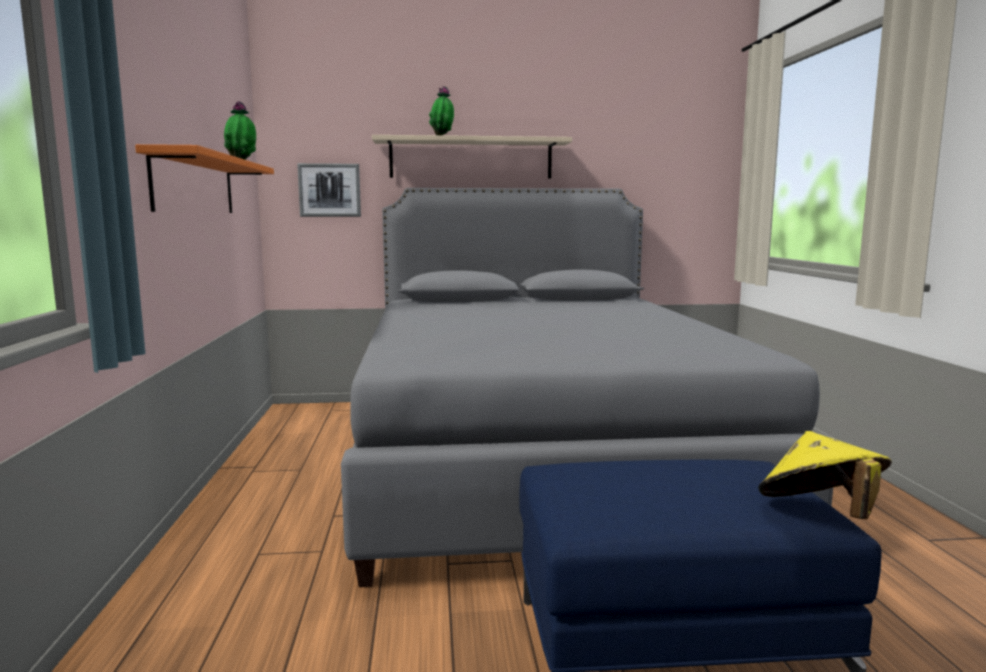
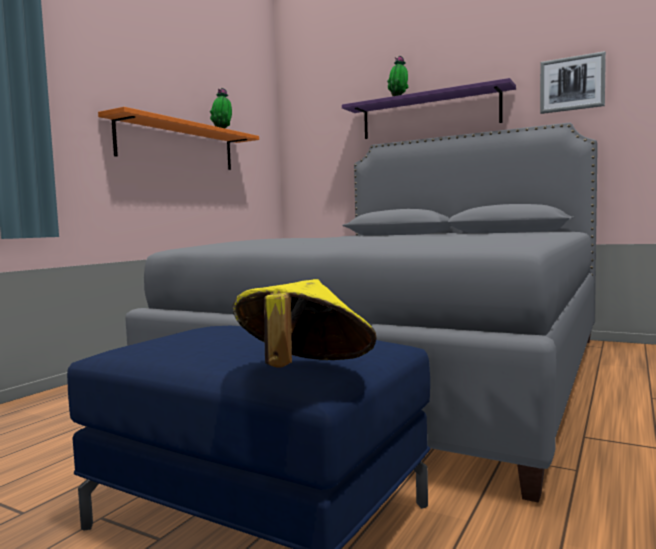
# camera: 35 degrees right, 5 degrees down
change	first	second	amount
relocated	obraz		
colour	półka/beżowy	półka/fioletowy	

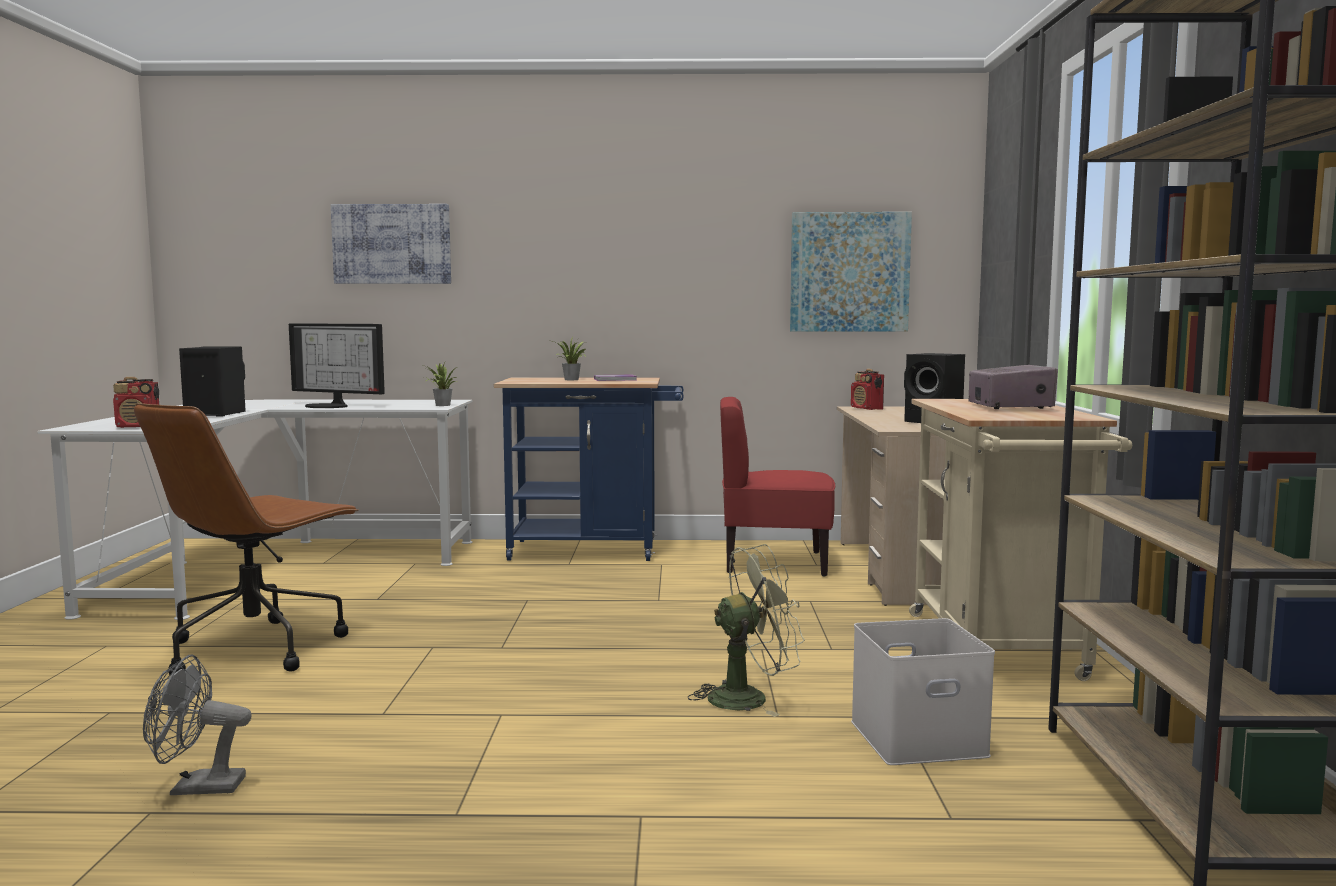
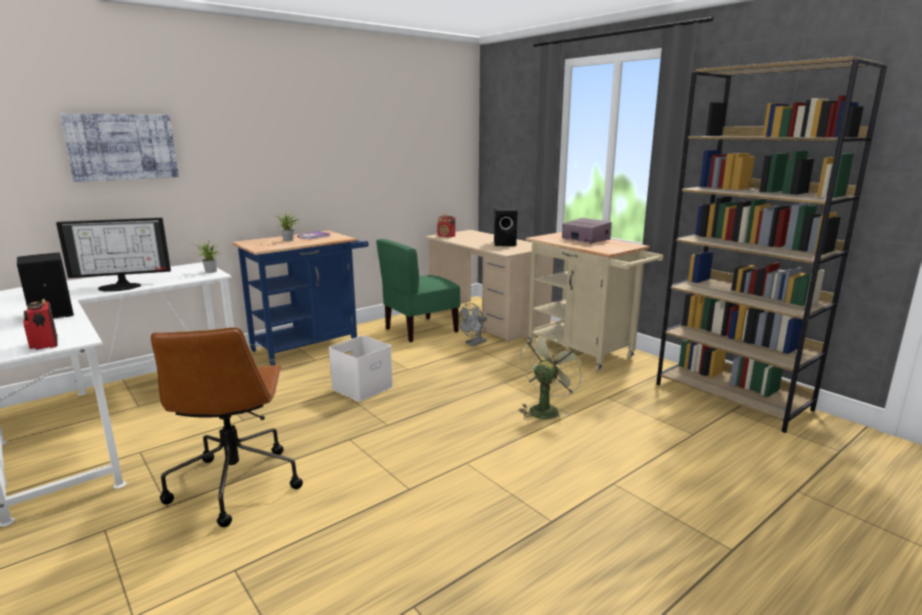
# camera: 40 degrees left, 10 degrees up
change	first	second	amount
missing	obraz (no. 2 from left)		
relocated	wentylator/szary		
relocated	pojemnik do przechowywania/biały		
colour	krzesło/czerwony	krzesło/zielony	
spun	radio (no. 1 from left)		105 degrees clockwise

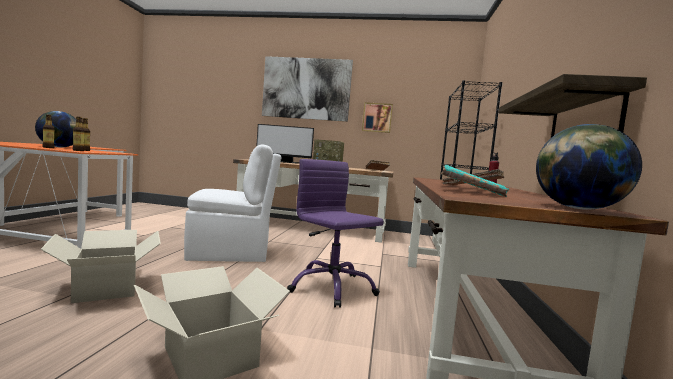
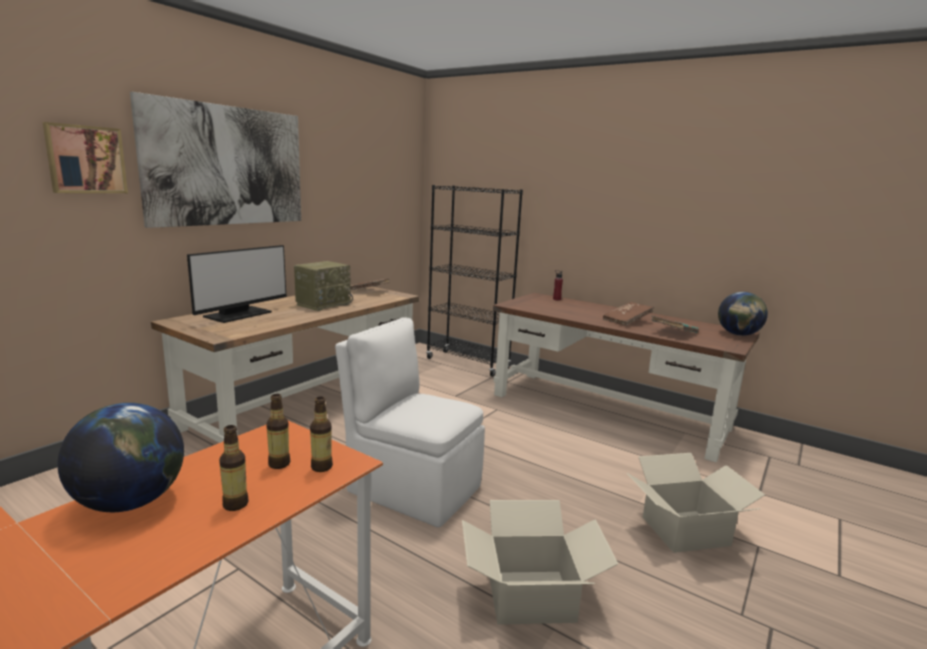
# camera: 65 degrees left, 10 degrees up
change	first	second	amount
missing	krzesło biurowe/fioletowy		
missing	półka		
relocated	obraz (no. 2 from left in the first image)	obraz (no. 1 from left)	
spun	krzesło/biały		75 degrees counterclockwise

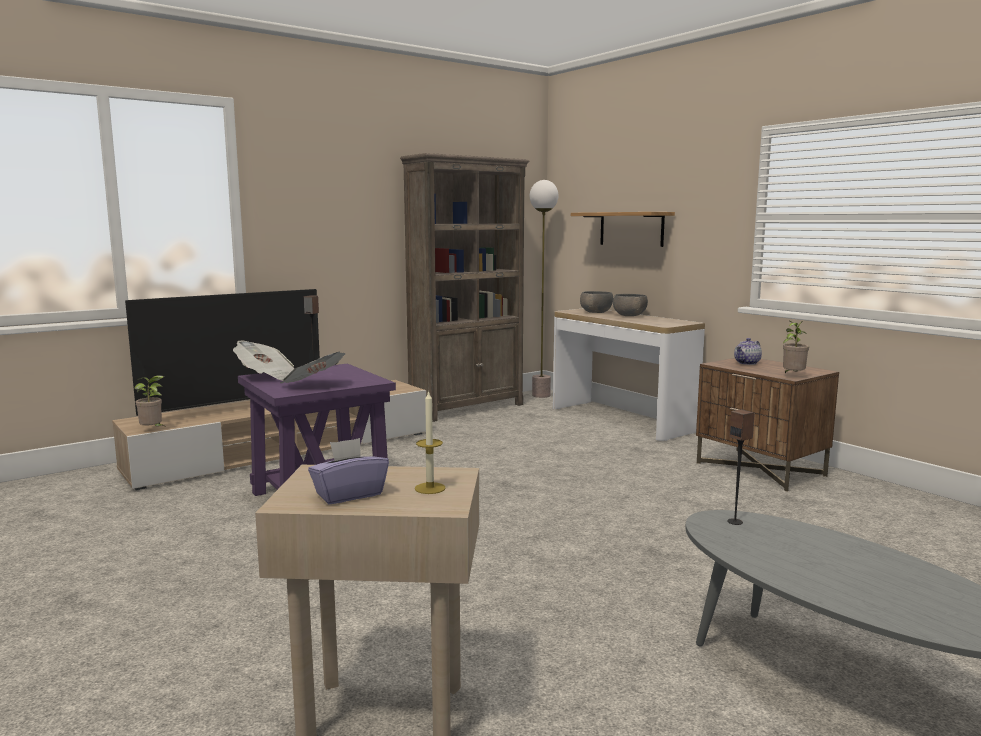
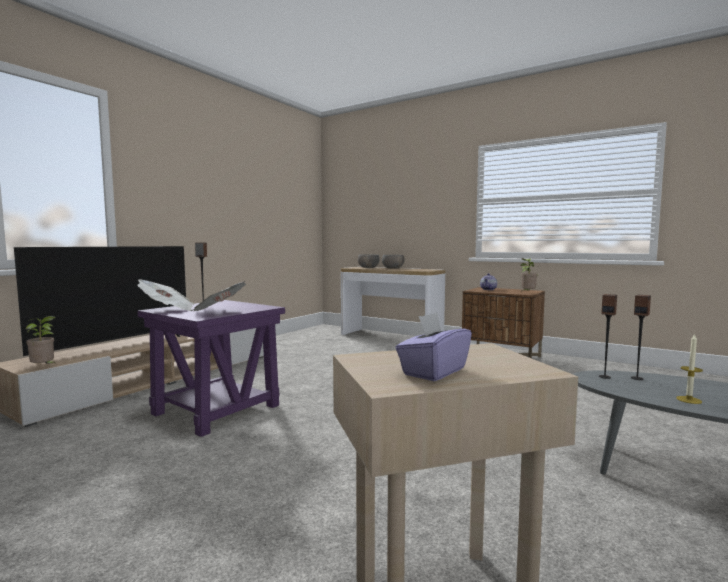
# camera: 20 degrees left, 5 degrees down
change	first	second	amount
missing	regał/brązowy		
missing	lampa stojąca		
missing	półka		
appeared		głośnik (no. 3 from left)	
relocated	świeca		

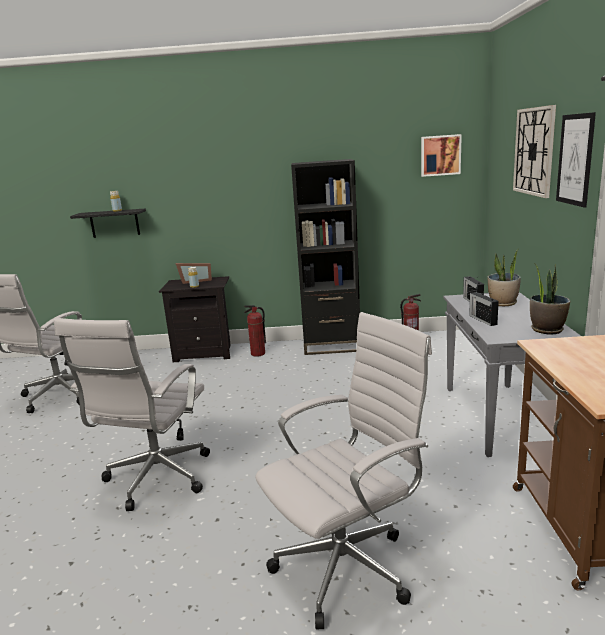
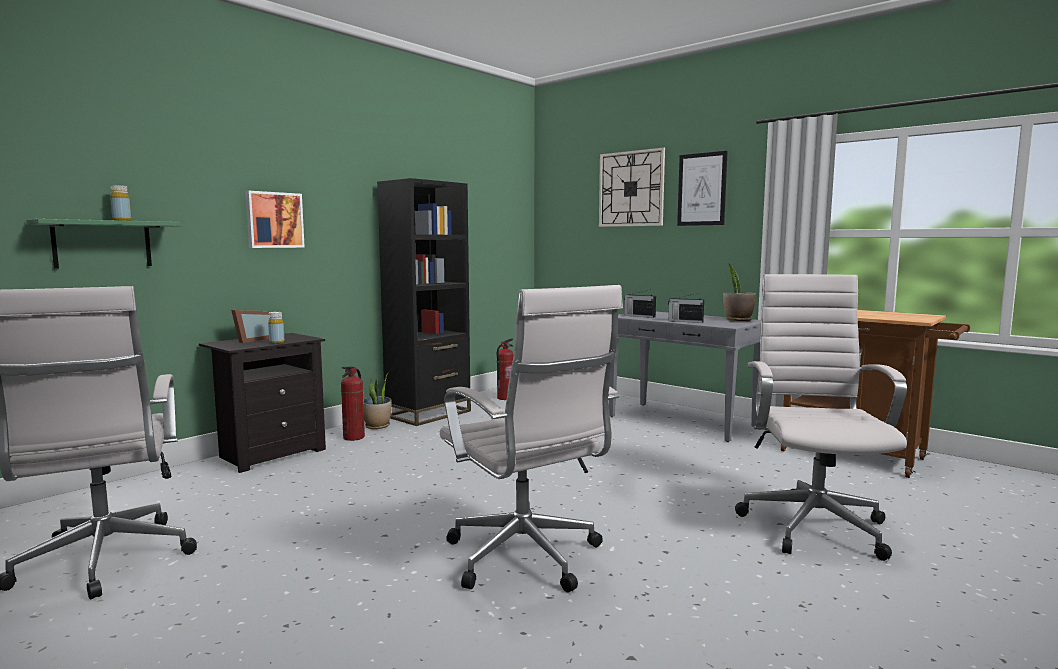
# camera: 50 degrees left, 10 degrees down
change	first	second	amount
relocated	obraz (no. 1 from left)		
relocated	roślina doniczkowa (no. 1 from left)		
colour	półka/czarny	półka/zielony	

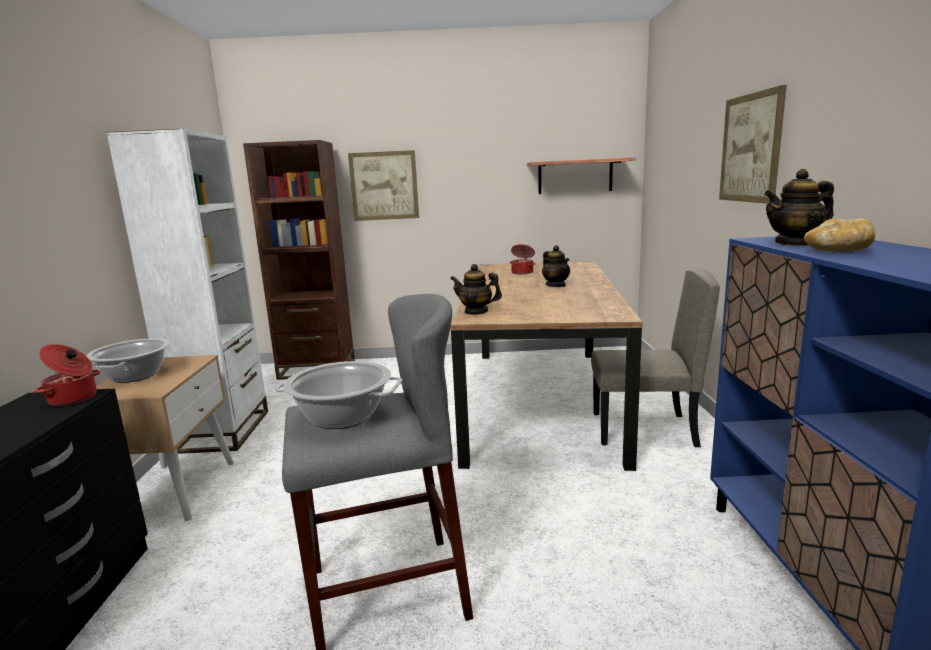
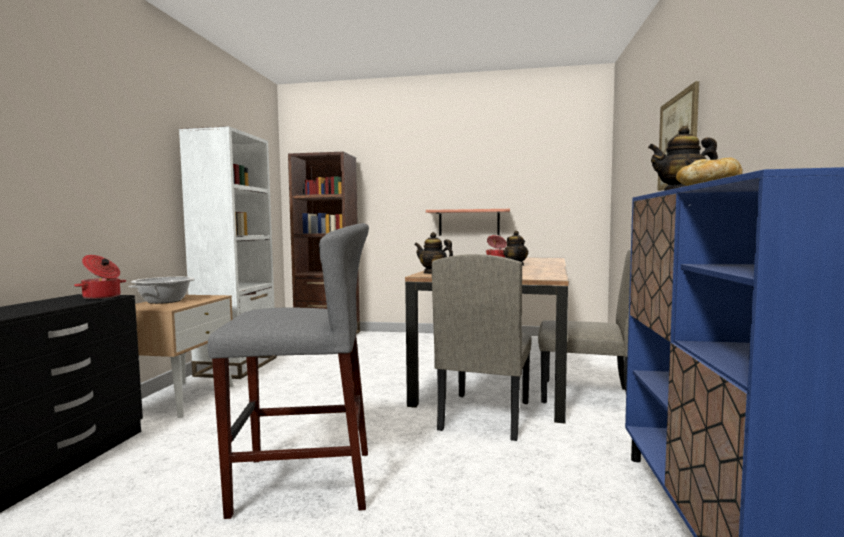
# camera: 10 degrees right, 10 degrees down
change	first	second	amount
missing	garnek (no. 3 from left)		
missing	obraz (no. 1 from left)		
appeared		krzesło/beżowy (no. 1 from left)	
relocated	półka		

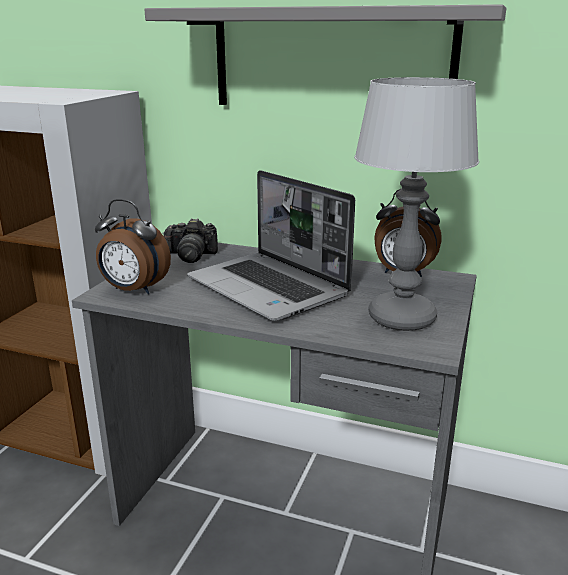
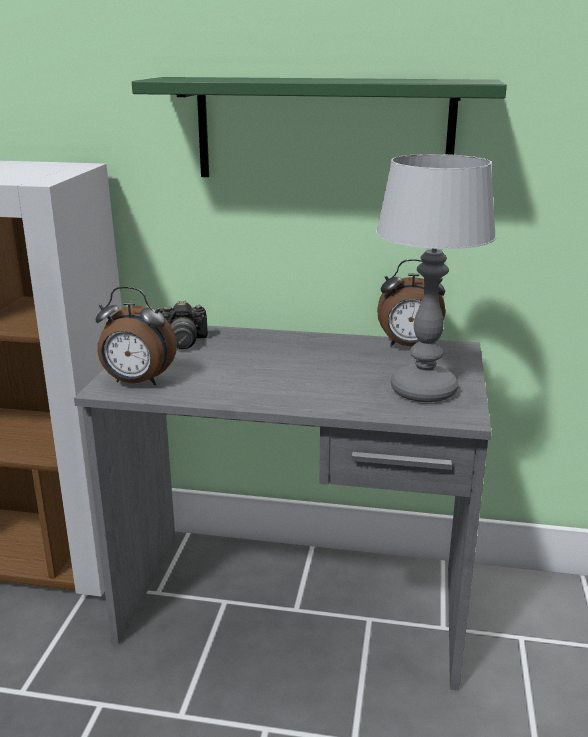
# camera: 10 degrees left, 0 degrees up
change	first	second	amount
missing	laptop		
colour	półka/szary	półka/zielony	

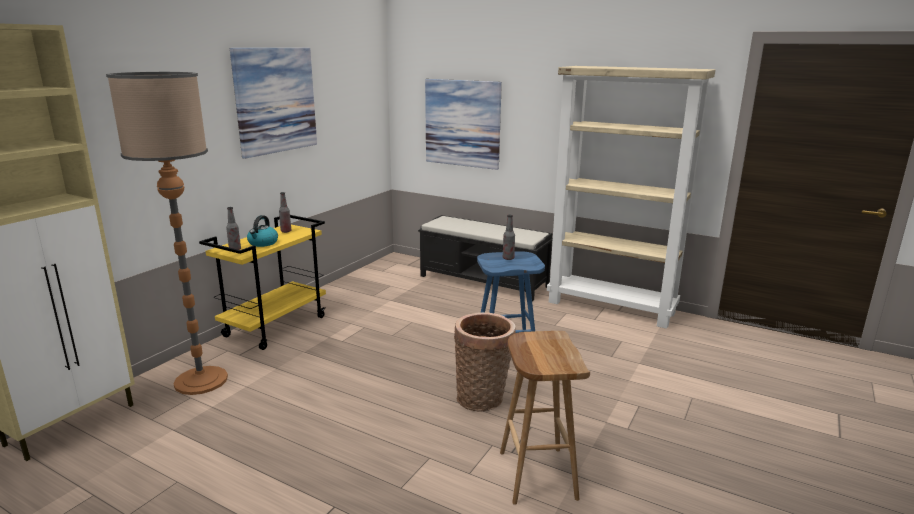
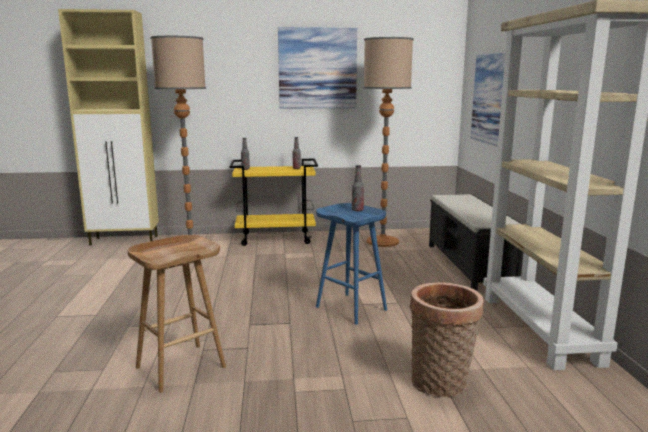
# camera: 55 degrees right, 5 degrees down
change	first	second	amount
missing	czajnik		
appeared		lampa stojąca (no. 2 from left)	
relocated	koszyk		

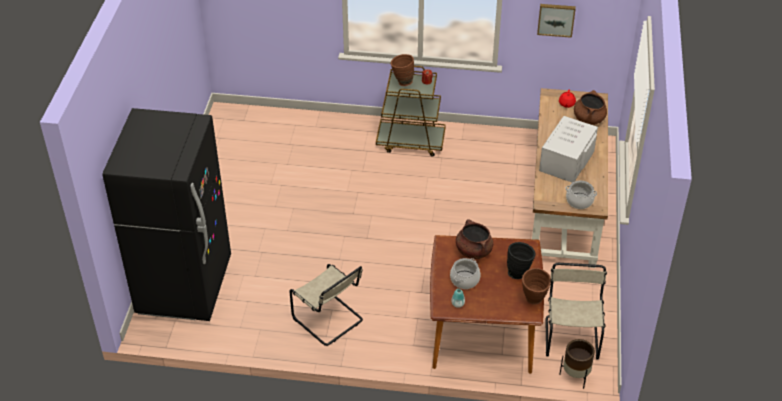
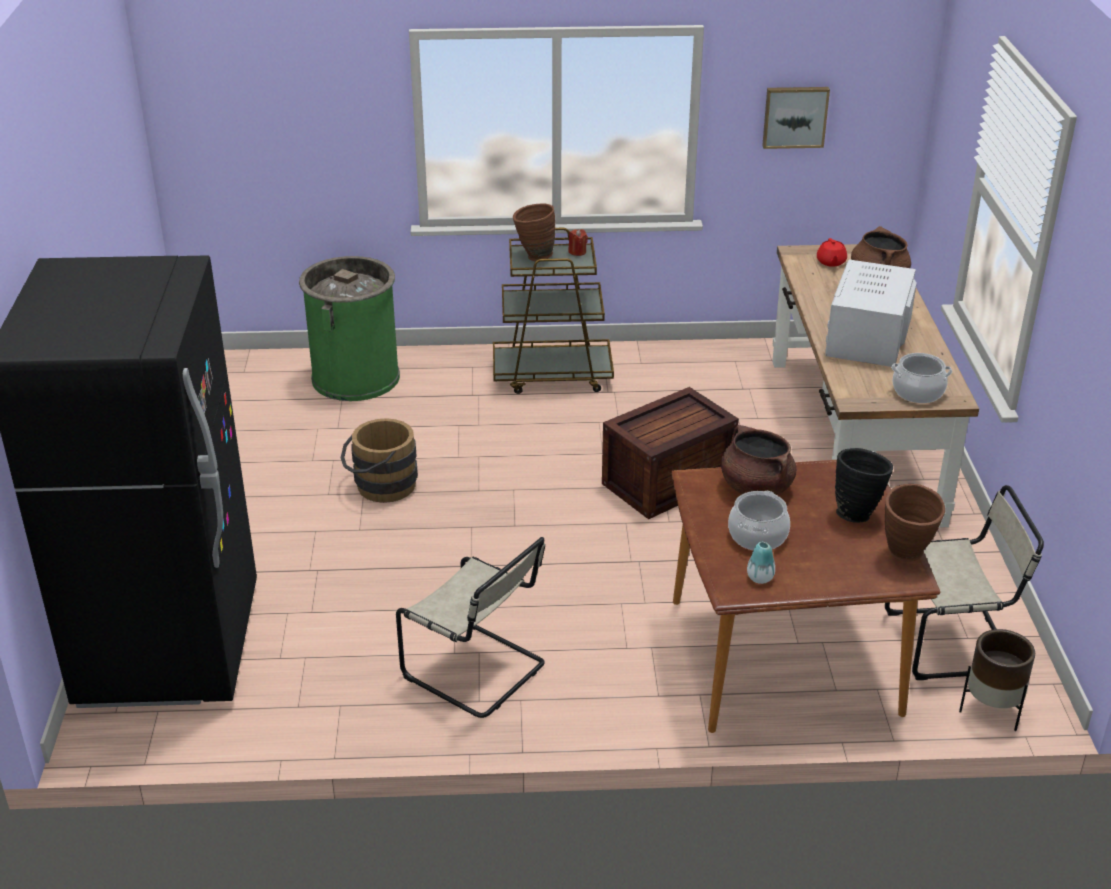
# camera: 10 degrees left, 10 degrees down
change	first	second	amount
appeared		kosz na śmieci/zielony	
appeared		wiadro/brązowy	
appeared		skrzynka	
spun	krzesło/beżowy (no. 2 from left)		90 degrees clockwise

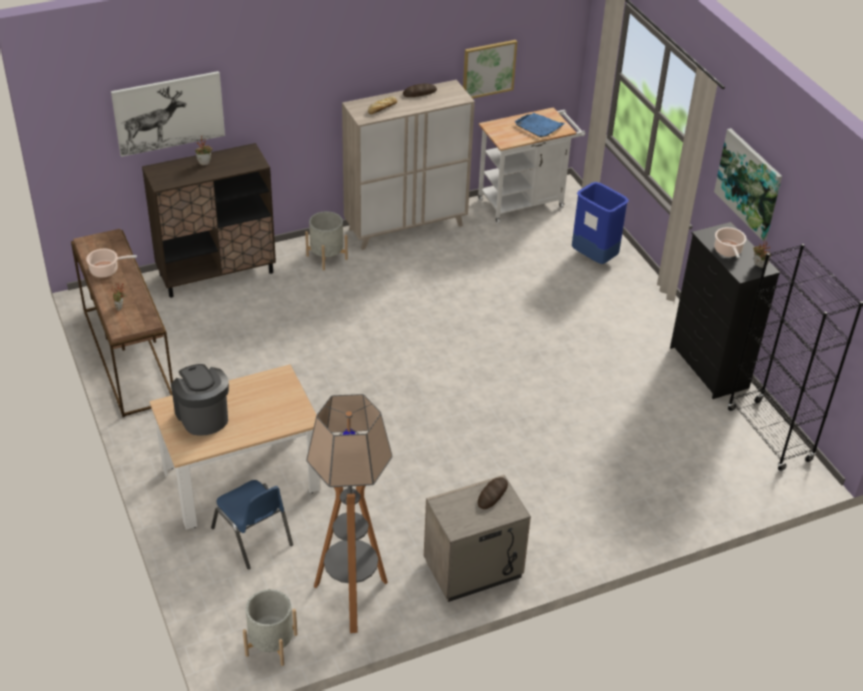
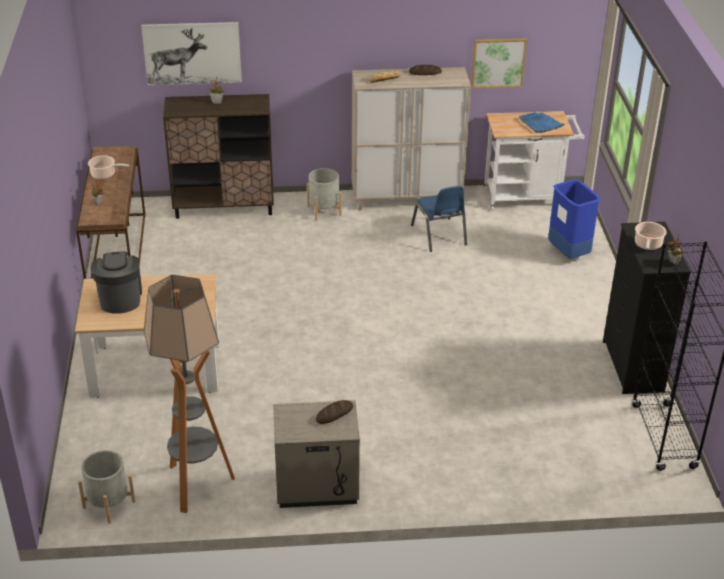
# camera: 20 degrees right, 5 degrees down
change	first	second	amount
missing	obraz (no. 3 from left)		
relocated	krzesło/niebieski		

